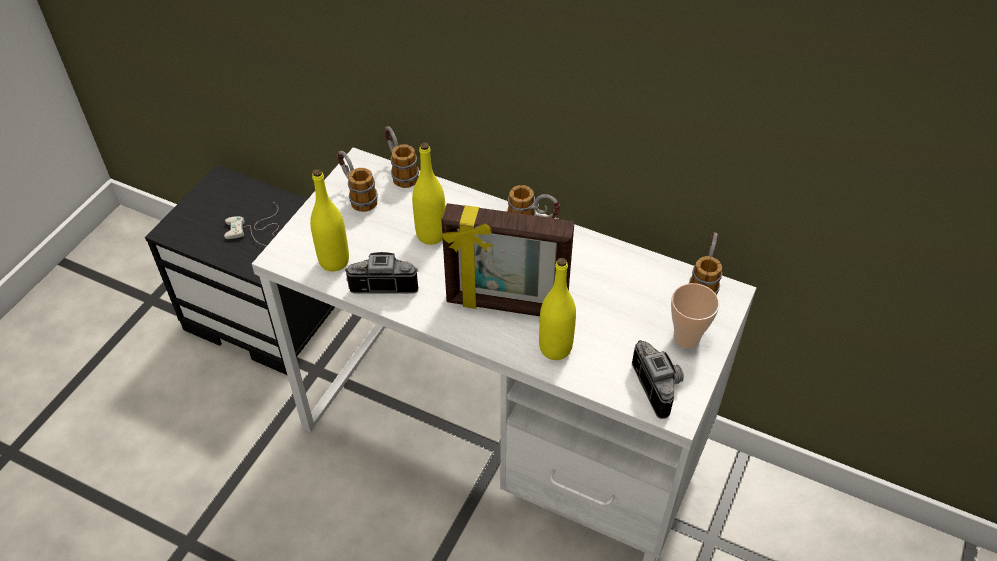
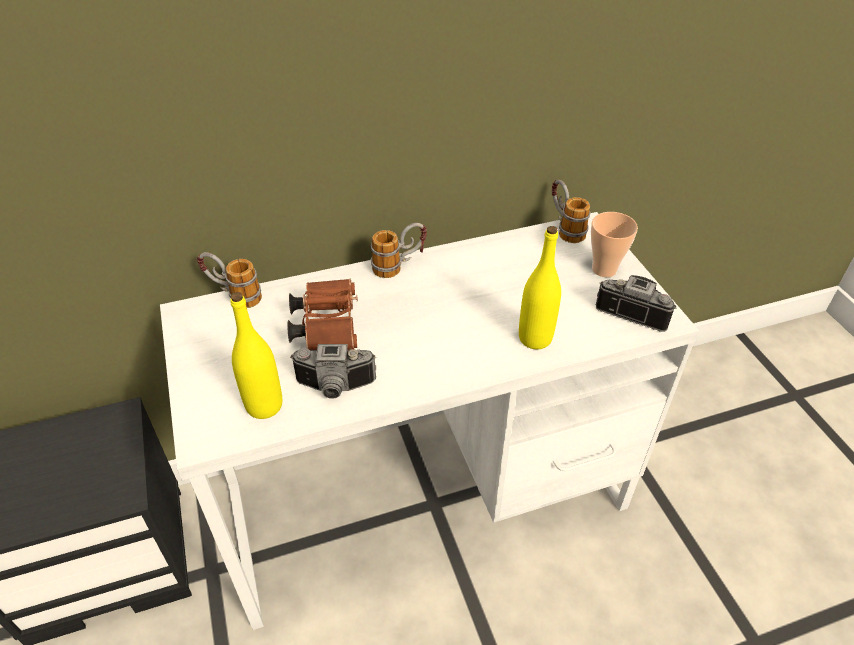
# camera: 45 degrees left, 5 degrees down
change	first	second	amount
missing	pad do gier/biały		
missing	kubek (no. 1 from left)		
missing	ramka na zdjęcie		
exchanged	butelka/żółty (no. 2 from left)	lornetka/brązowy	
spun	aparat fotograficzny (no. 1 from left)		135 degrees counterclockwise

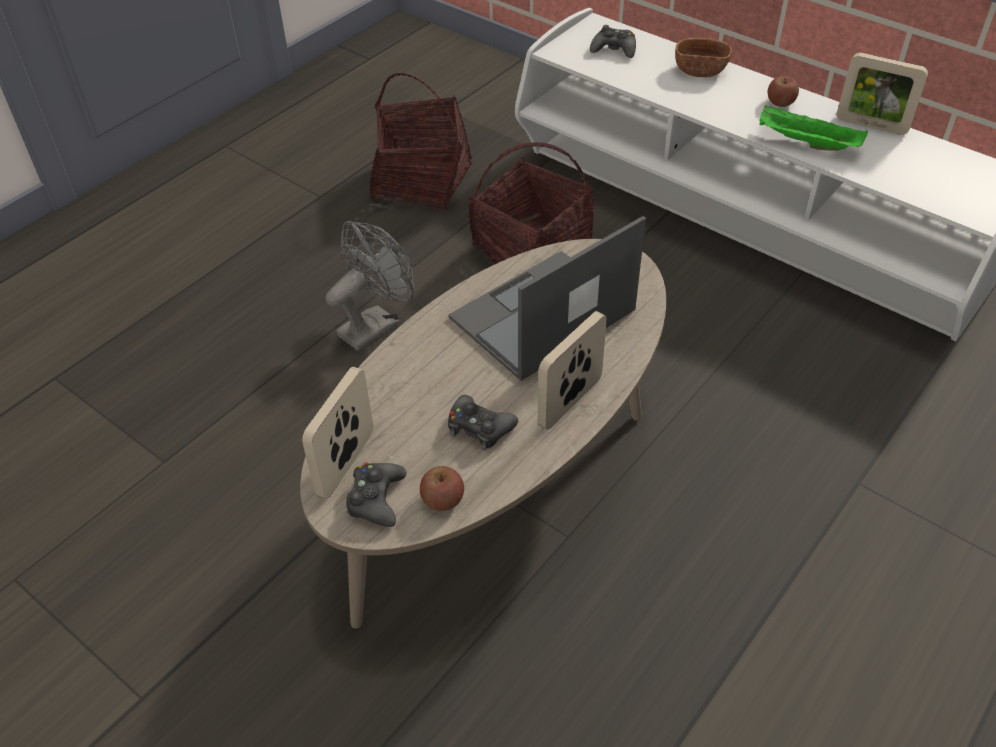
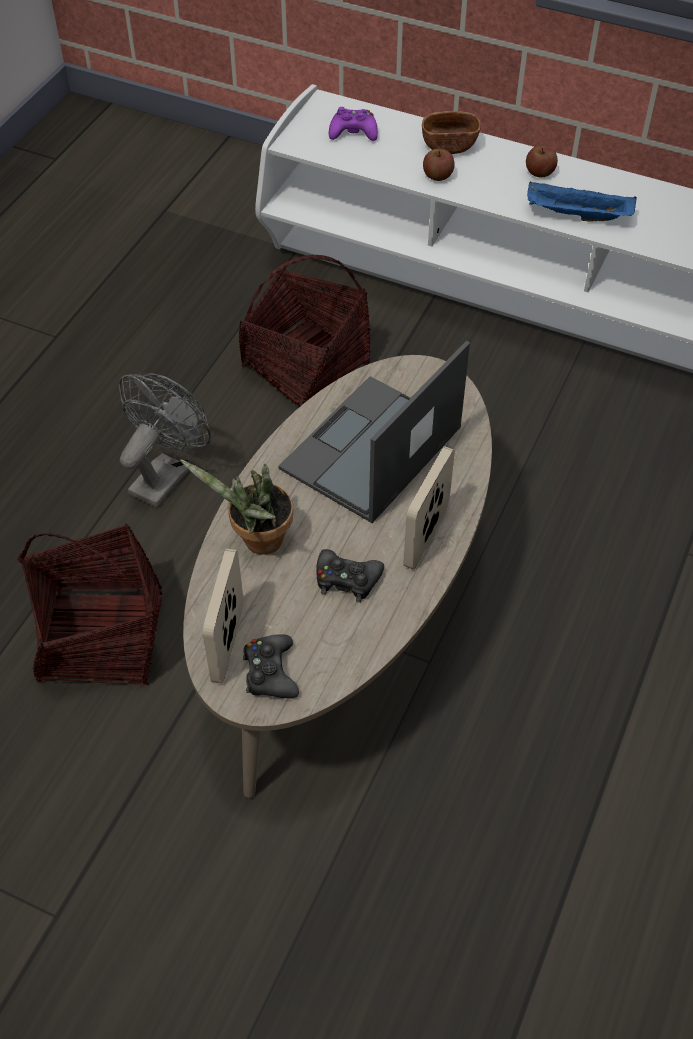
# camera: 15 degrees left, 5 degrees up
change	first	second	amount
missing	ramka na zdjęcie (no. 3 from left)		
appeared		roślina doniczkowa	
relocated	koszyk (no. 1 from left)		
relocated	jabłko (no. 1 from left)		
colour	pad do gier/czarny (no. 3 from left)	pad do gier/fioletowy	
colour	taca/zielony	taca/niebieski	

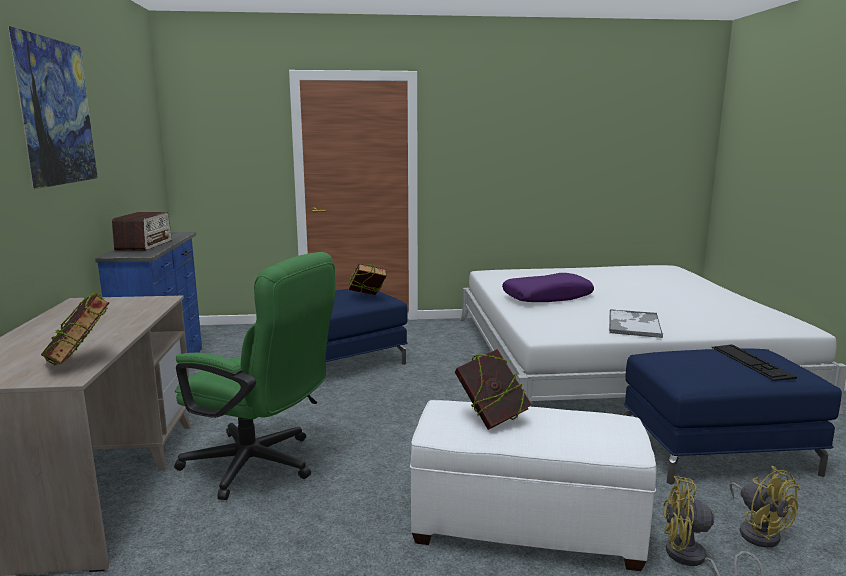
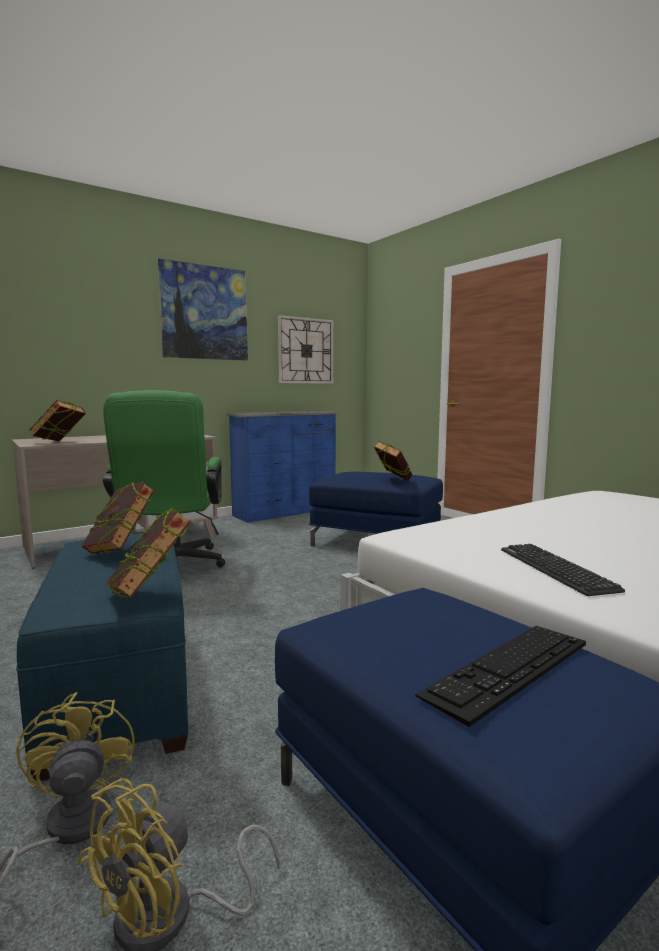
# camera: 60 degrees right, 5 degrees down
change	first	second	amount
missing	radio		
missing	poduszka/fioletowy		
appeared		książka (no. 3 from left)	
appeared		zegar ścienny	
exchanged	taca	klawiatura (no. 2 from left)	
colour	pufa/biały	pufa/niebieski (no. 1 from left)	

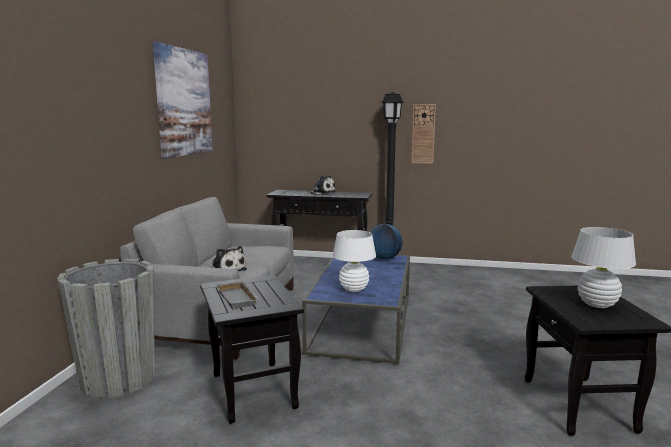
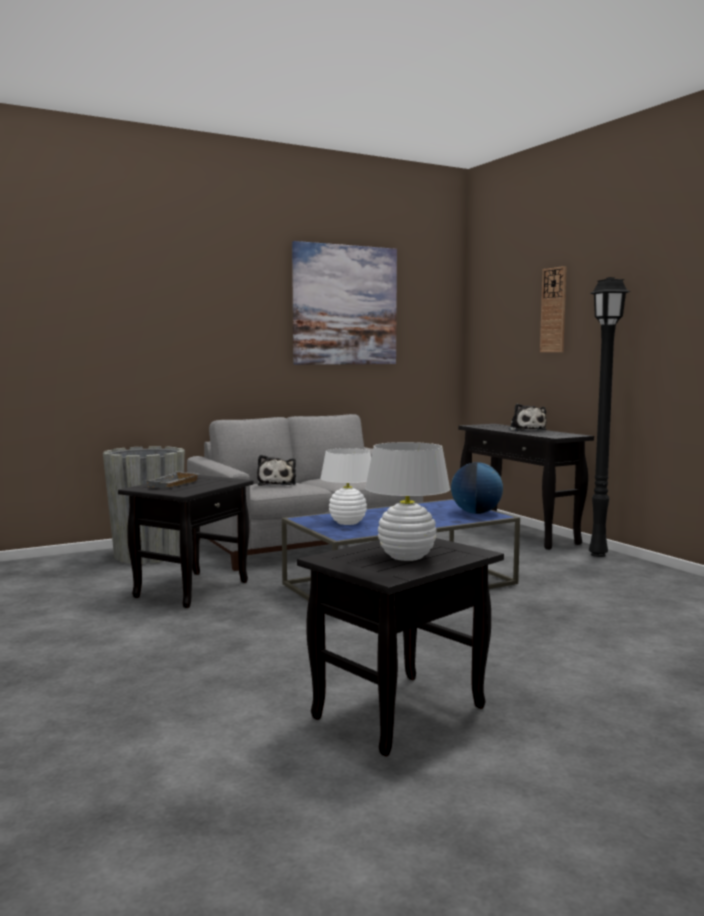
# camera: 50 degrees right, 5 degrees down
change	first	second	amount
relocated	zegar ścienny		

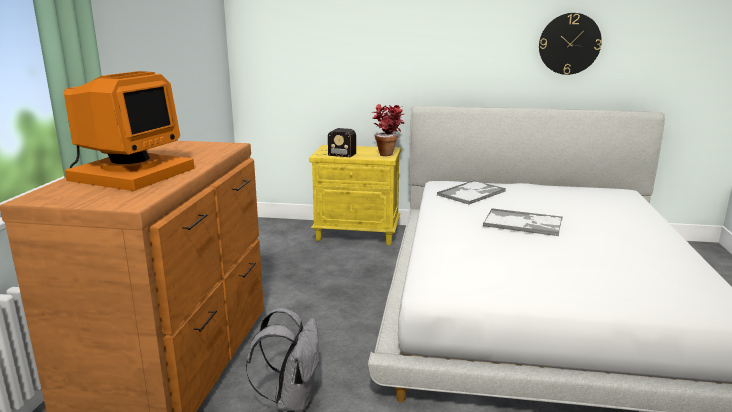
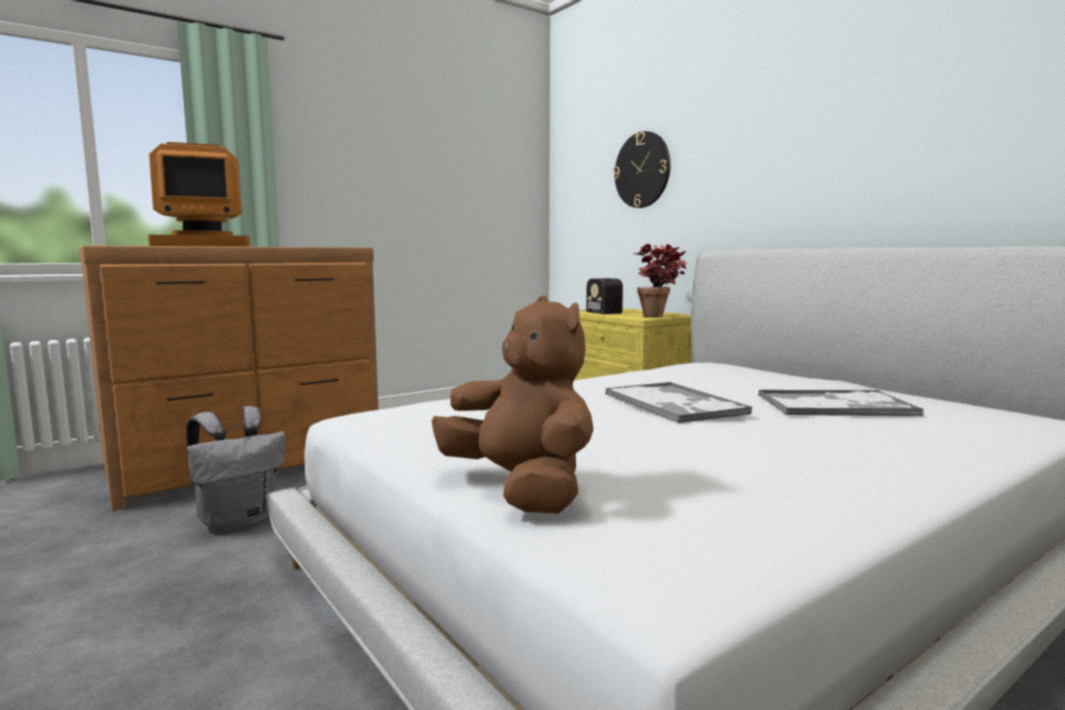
# camera: 45 degrees right, 10 degrees down
change	first	second	amount
appeared		pluszak/brązowy	
relocated	taca (no. 1 from left in the first image)	taca (no. 2 from left)	
relocated	zegar ścienny		

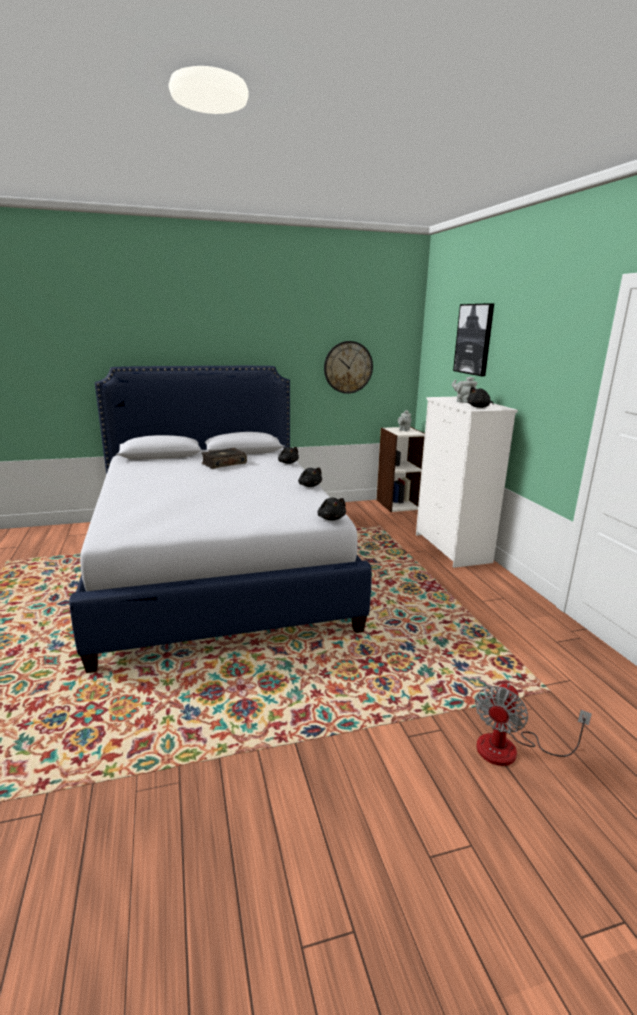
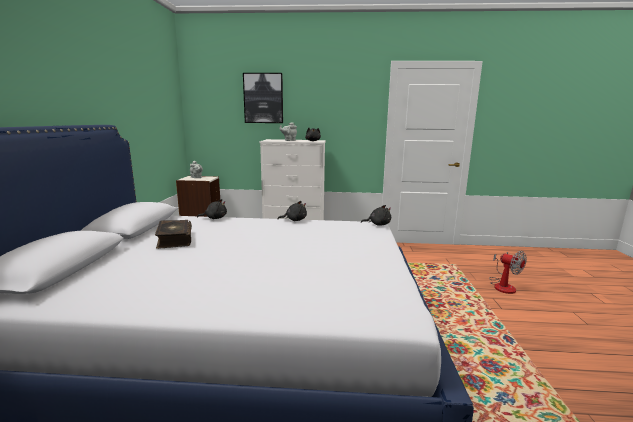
# camera: 70 degrees left, 5 degrees down
change	first	second	amount
missing	zegar ścienny		

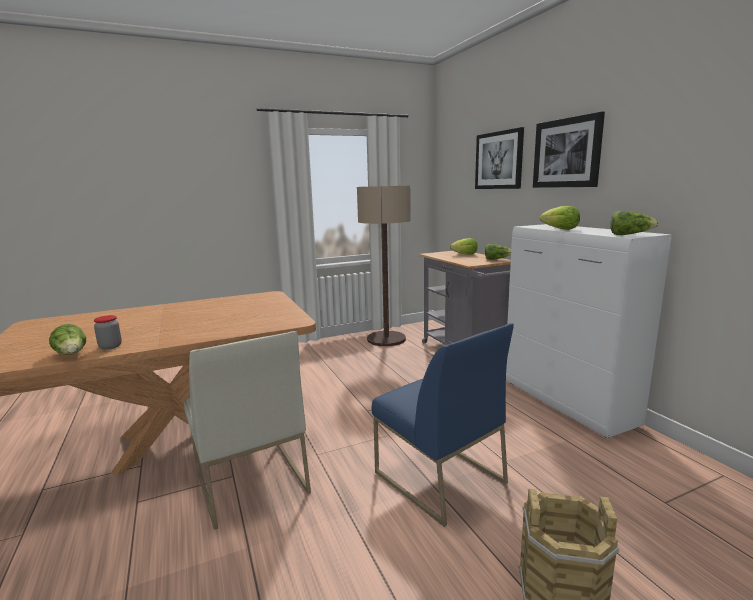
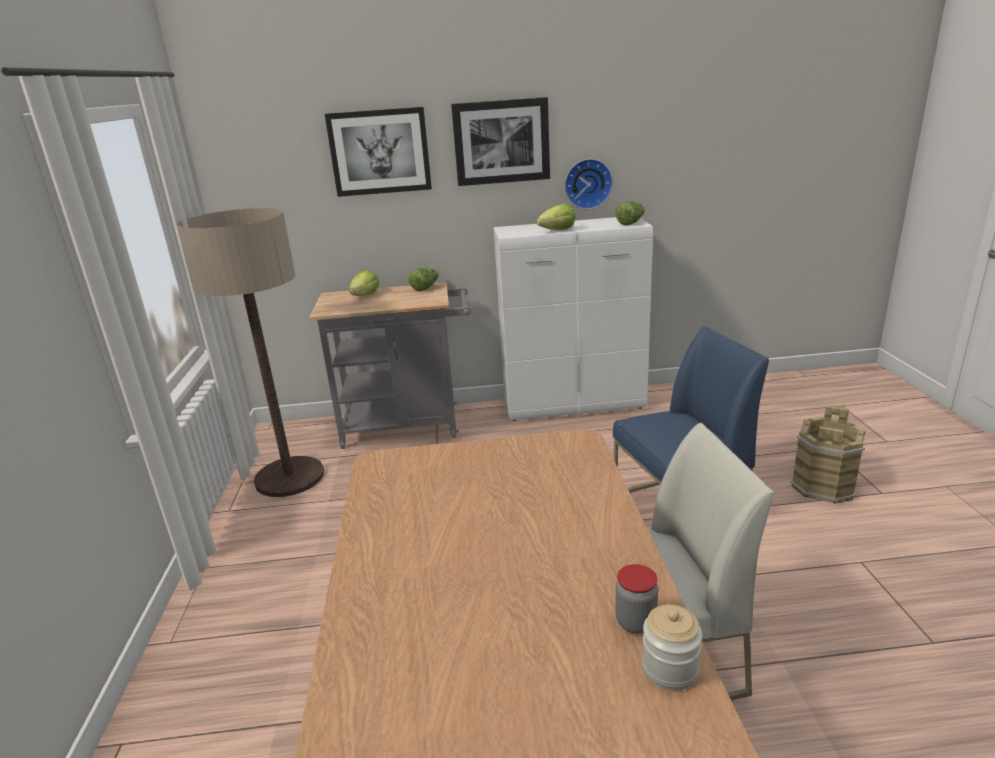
# camera: 70 degrees left, 10 degrees up
change	first	second	amount
appeared		zegar ścienny	
exchanged	sałata (no. 1 from left)	słoik (no. 2 from left)	

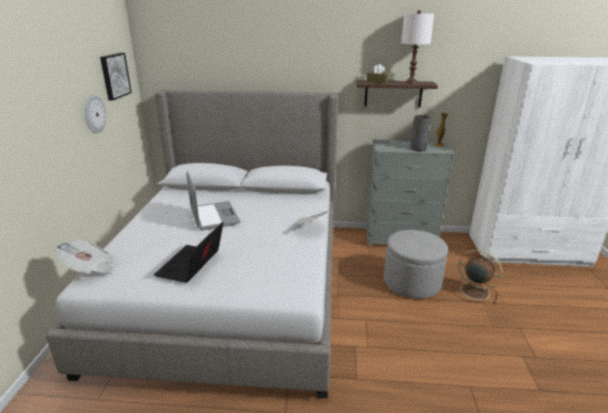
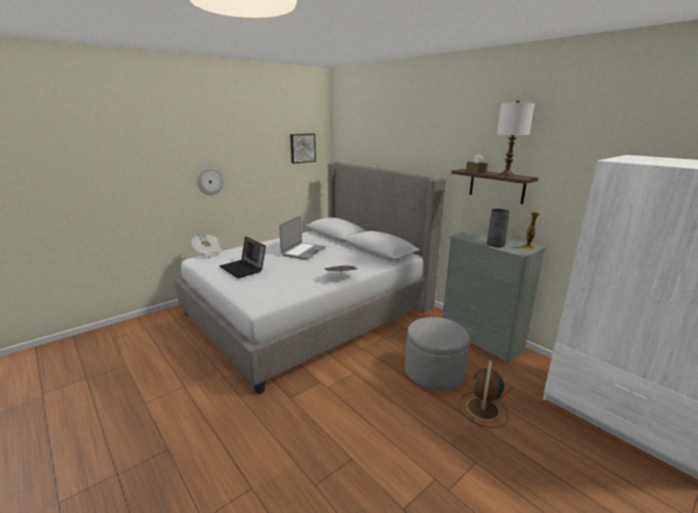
# camera: 45 degrees right, 5 degrees down
change	first	second	amount
relocated	zegar ścienny		
spun	laptop (no. 1 from left)		105 degrees counterclockwise
spun	wentylator/brązowy		150 degrees counterclockwise

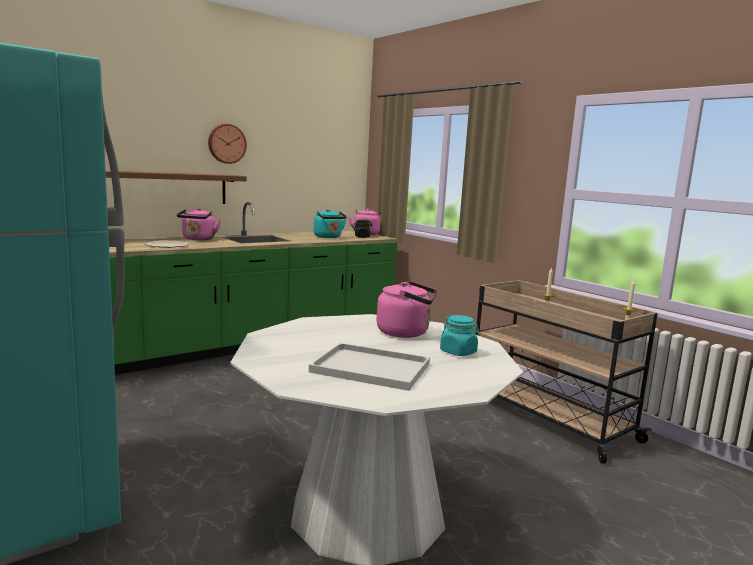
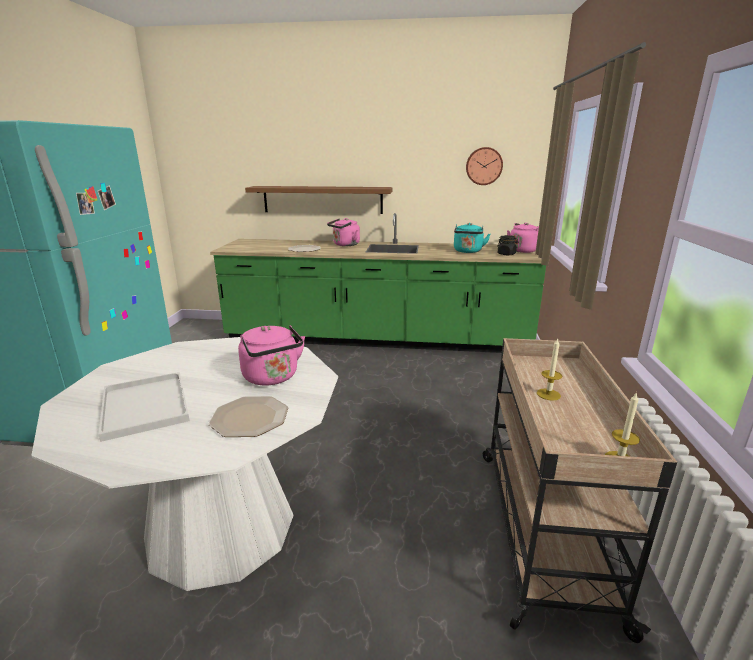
# camera: 45 degrees right, 10 degrees up
change	first	second	amount
relocated	zegar ścienny		
exchanged	słoik/turkusowy	talerz (no. 1 from left)	

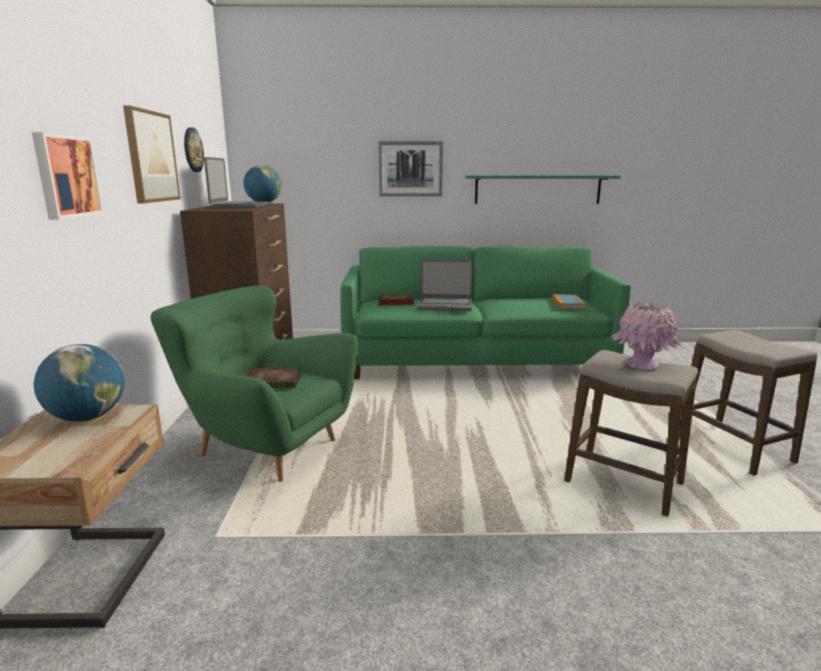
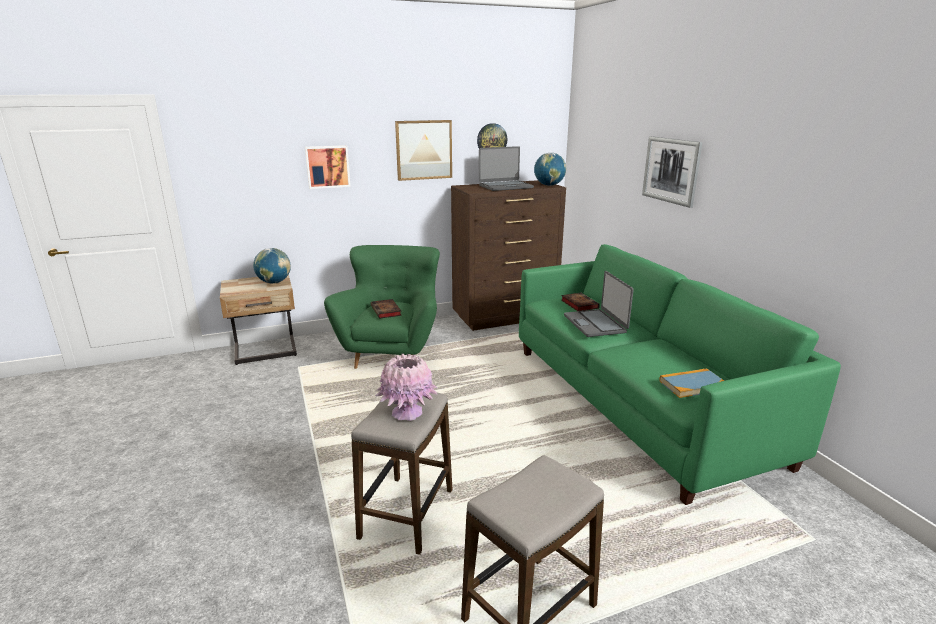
# camera: 70 degrees right, 5 degrees up
change	first	second	amount
missing	półka/zielony		

